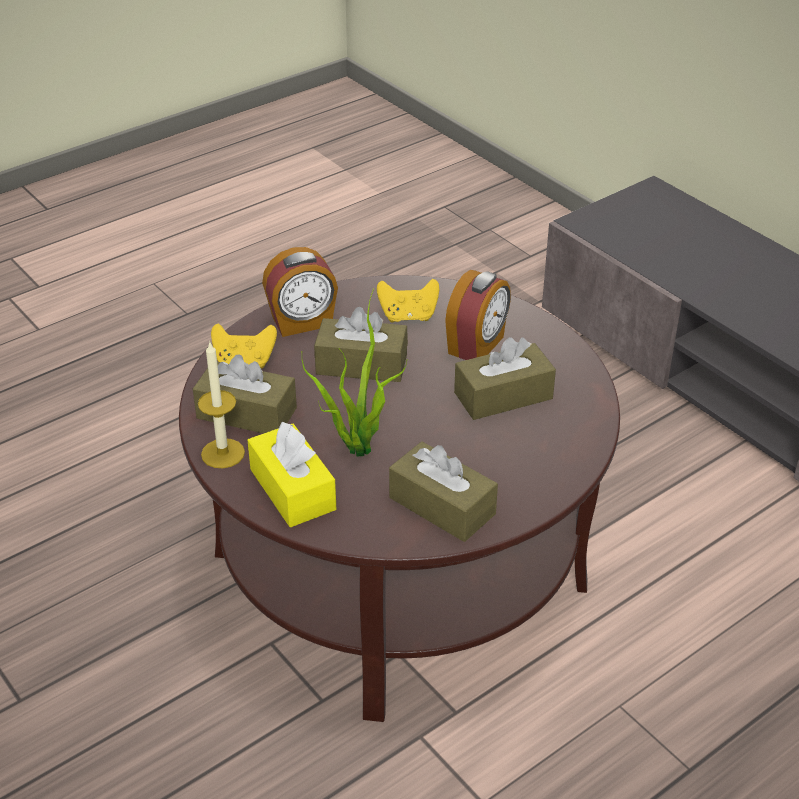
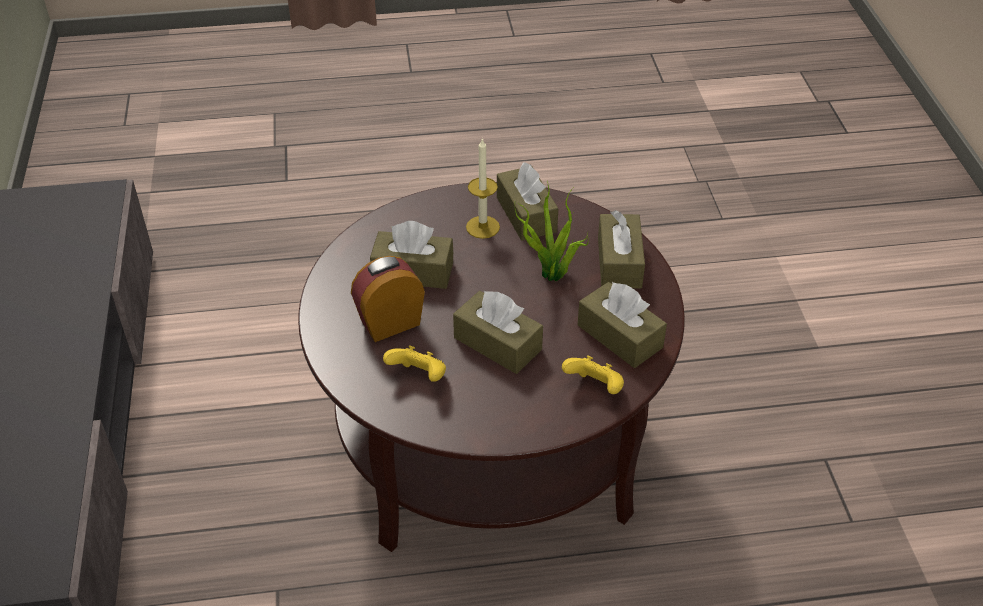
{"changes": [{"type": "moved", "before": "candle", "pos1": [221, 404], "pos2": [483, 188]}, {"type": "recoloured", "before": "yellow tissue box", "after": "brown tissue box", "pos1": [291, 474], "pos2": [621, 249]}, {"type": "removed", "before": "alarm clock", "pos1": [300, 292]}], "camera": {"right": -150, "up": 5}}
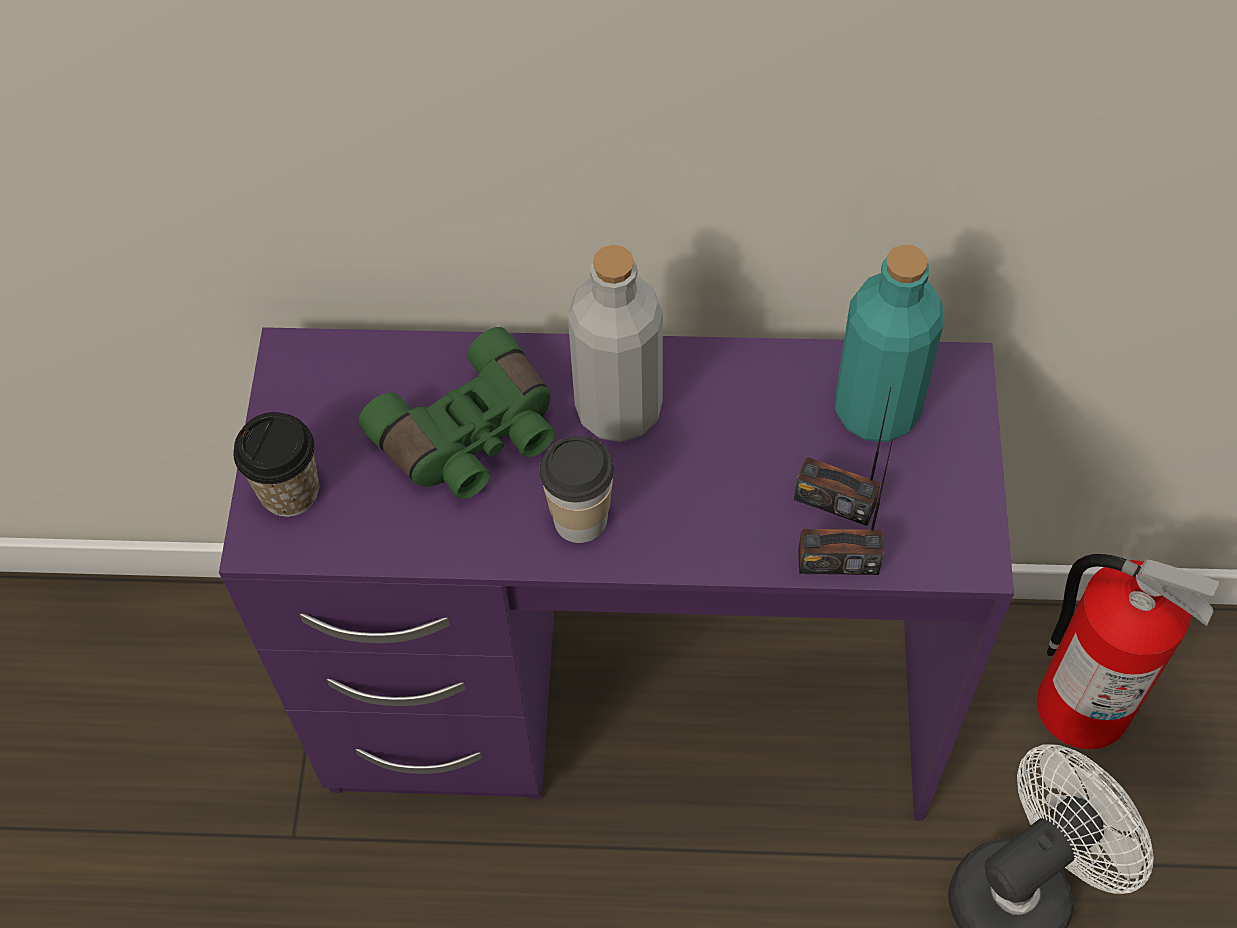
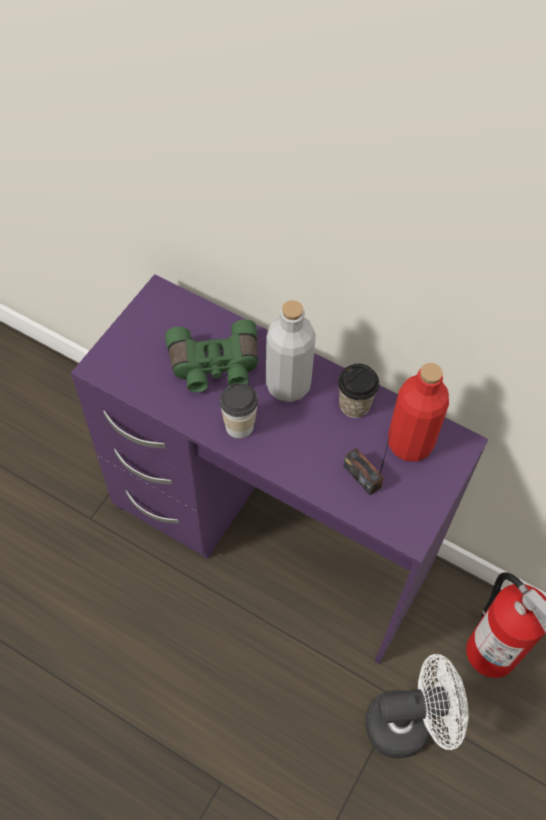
{"changes": [{"type": "moved", "before": "cup", "pos1": [276, 464], "pos2": [358, 391]}, {"type": "removed", "before": "radio", "pos1": [845, 507]}, {"type": "recoloured", "before": "turquoise bottle", "after": "red bottle", "pos1": [889, 343], "pos2": [418, 412]}], "camera": {"right": 25, "up": 0}}
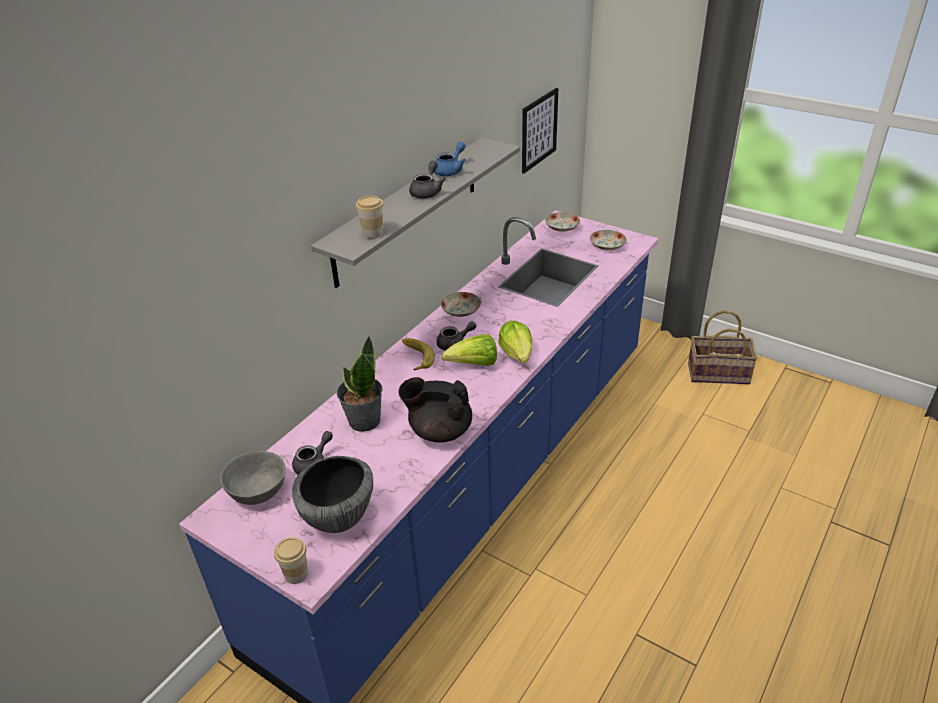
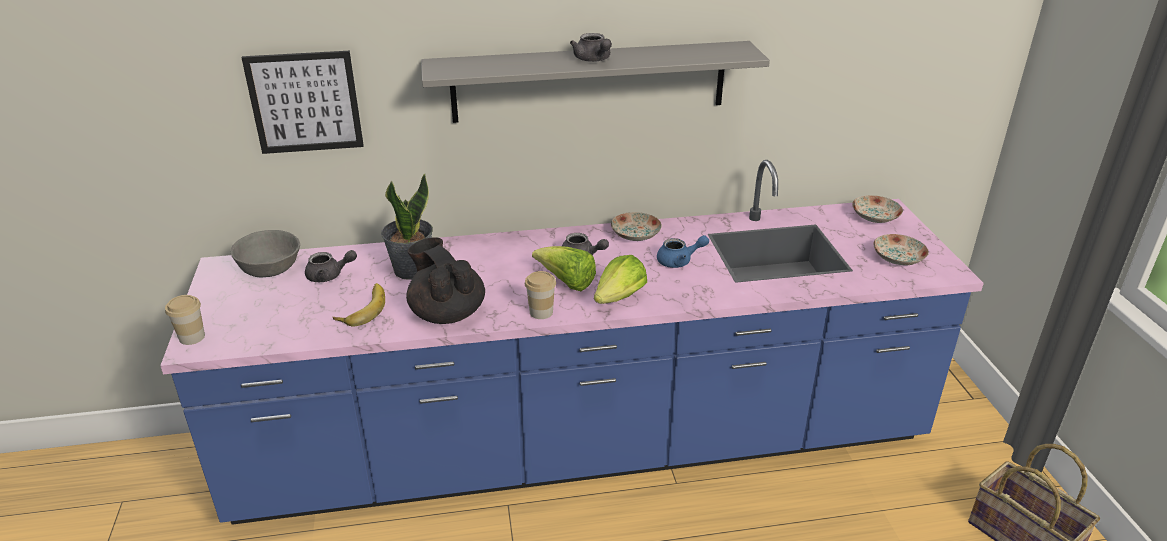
{"changes": [{"type": "removed", "before": "bowl", "pos1": [332, 494]}, {"type": "moved", "before": "cup", "pos1": [370, 217], "pos2": [540, 295]}, {"type": "moved", "before": "banana", "pos1": [418, 354], "pos2": [359, 305]}, {"type": "turned", "before": "grey teapot", "pos1": [427, 180], "pos2": [591, 47], "turn": 90}, {"type": "moved", "before": "blue teapot", "pos1": [450, 159], "pos2": [683, 251]}, {"type": "moved", "before": "picture", "pos1": [540, 131], "pos2": [303, 102]}], "camera": {"right": 45, "up": -5}}
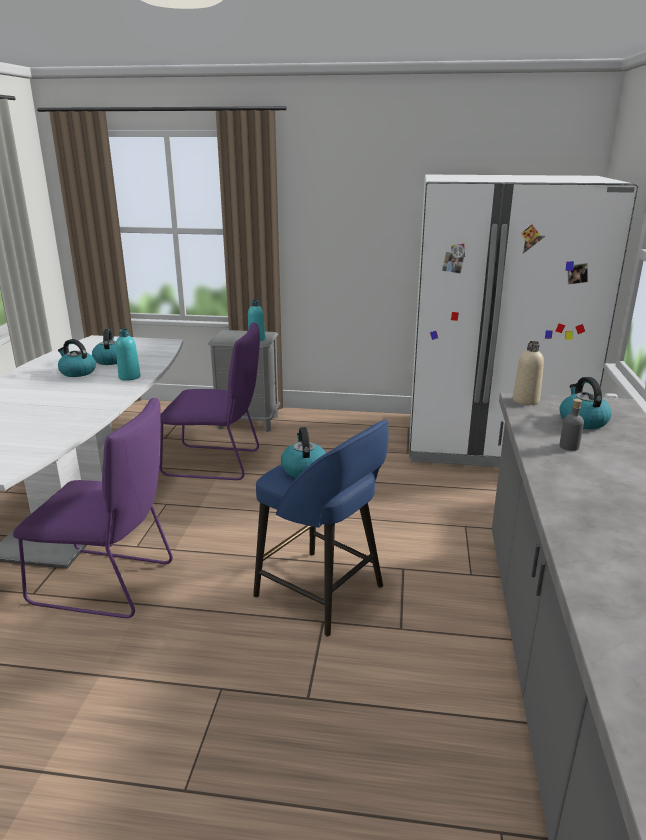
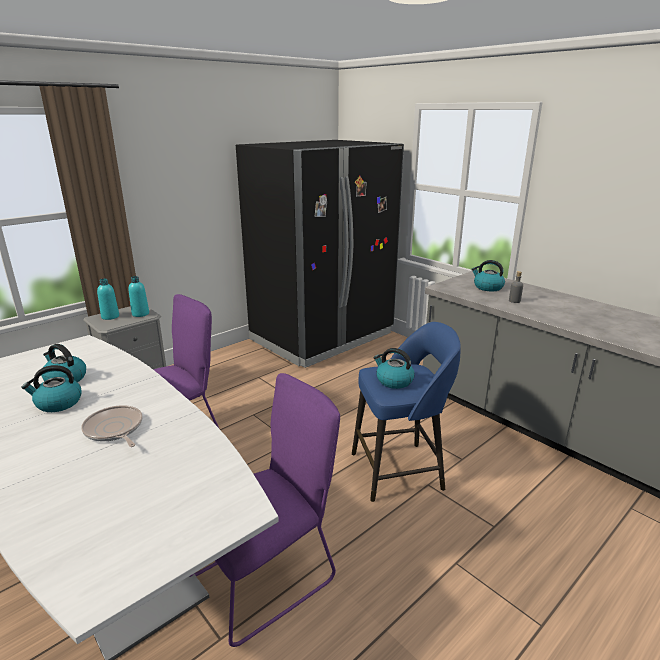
{"changes": [{"type": "moved", "before": "turquoise bottle", "pos1": [128, 355], "pos2": [108, 299]}, {"type": "recoloured", "before": "white fridge", "after": "black fridge", "pos1": [523, 321], "pos2": [320, 254]}, {"type": "removed", "before": "beige bottle", "pos1": [528, 373]}, {"type": "added", "after": "frying pan", "pos2": [112, 426]}], "camera": {"right": -50, "up": 0}}
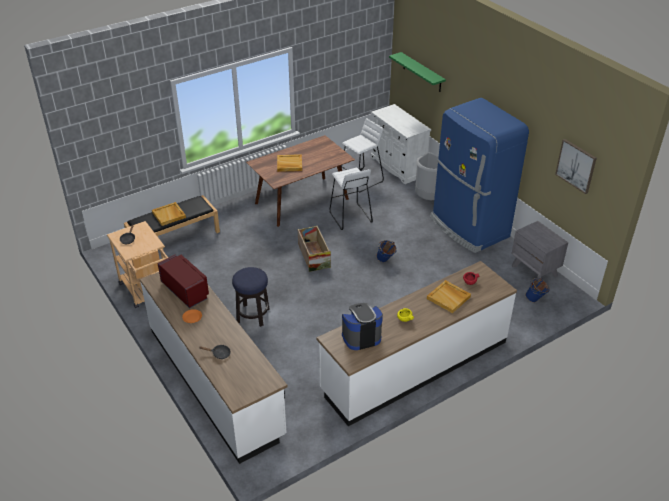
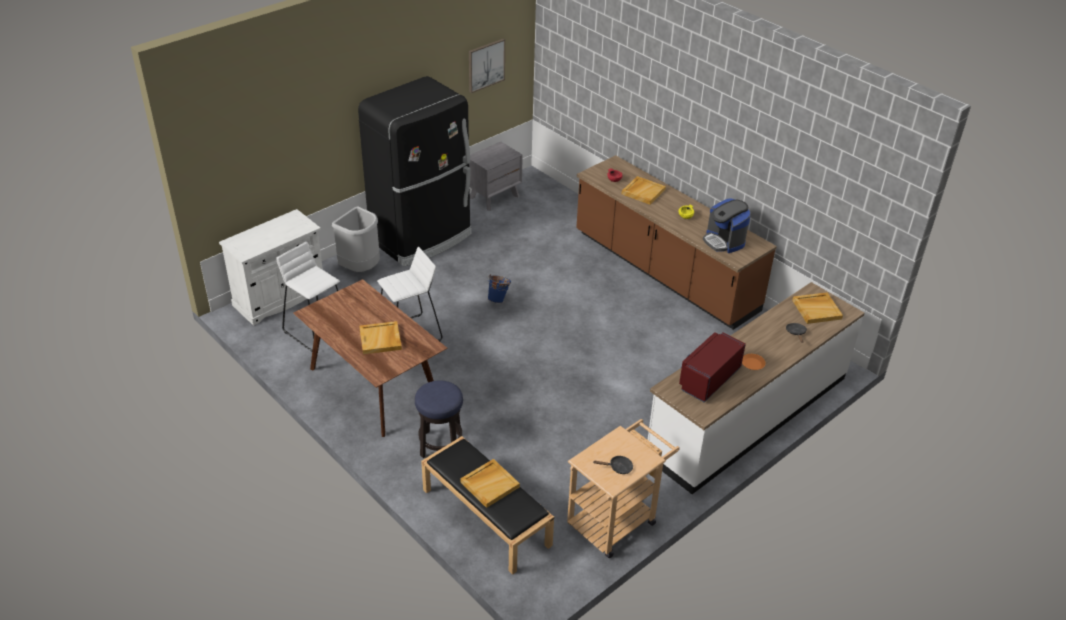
{"changes": [{"type": "moved", "before": "stool", "pos1": [251, 297], "pos2": [439, 419]}, {"type": "removed", "before": "crate", "pos1": [314, 249]}, {"type": "recoloured", "before": "white counter", "after": "brown counter", "pos1": [417, 343], "pos2": [676, 242]}, {"type": "removed", "before": "green shelf", "pos1": [417, 72]}, {"type": "recoloured", "before": "blue fridge", "after": "black fridge", "pos1": [480, 175], "pos2": [415, 171]}, {"type": "removed", "before": "blue bucket", "pos1": [537, 290]}, {"type": "added", "after": "beige tray", "pos2": [817, 308]}], "camera": {"right": -100, "up": 0}}
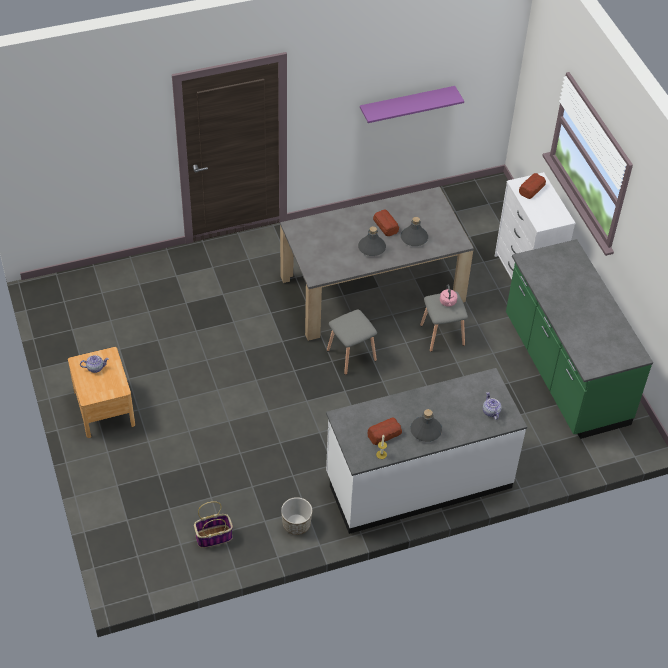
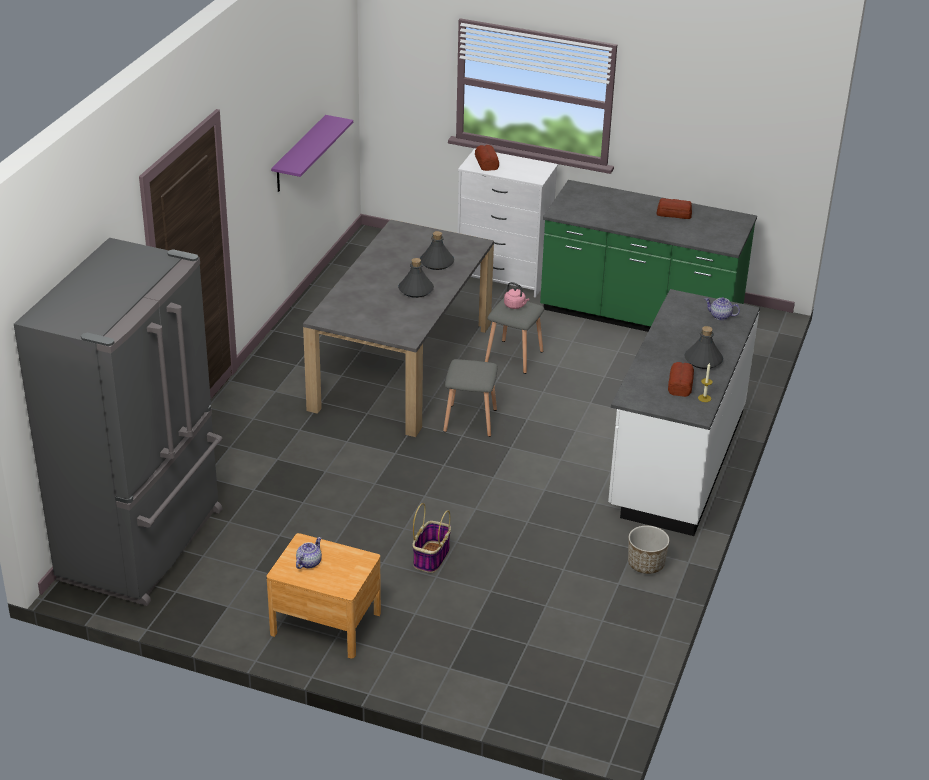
{"changes": [{"type": "moved", "before": "basket", "pos1": [213, 524], "pos2": [432, 538]}, {"type": "moved", "before": "bread", "pos1": [386, 223], "pos2": [674, 208]}, {"type": "added", "after": "grey fridge", "pos2": [118, 422]}], "camera": {"right": -50, "up": -15}}
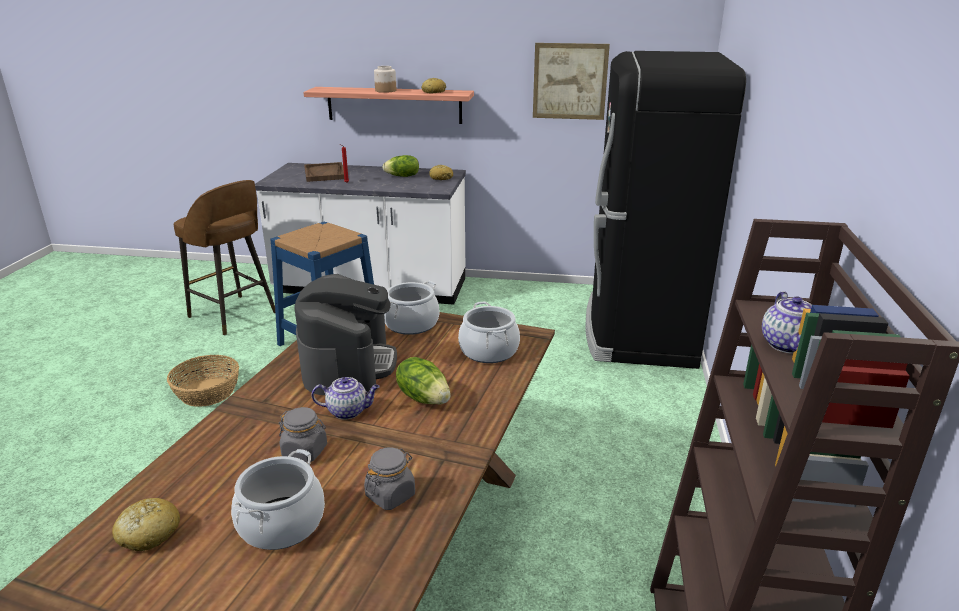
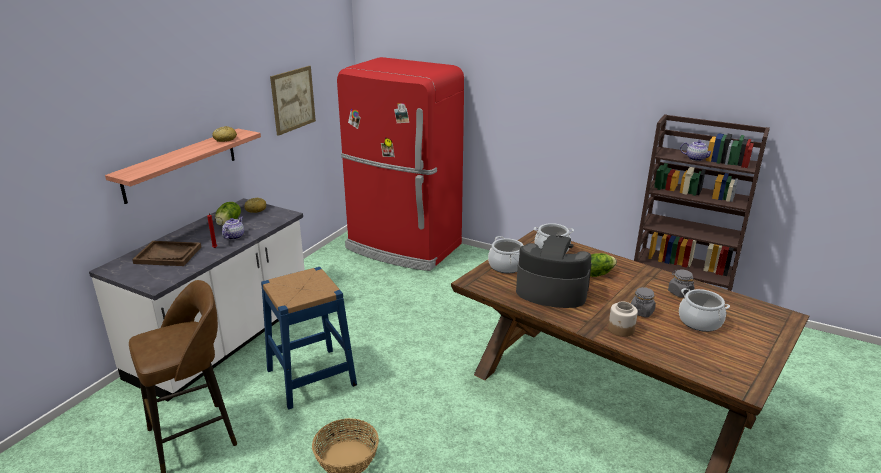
{"changes": [{"type": "removed", "before": "bread", "pos1": [146, 524]}, {"type": "moved", "before": "teapot", "pos1": [346, 398], "pos2": [233, 228]}, {"type": "moved", "before": "jar", "pos1": [385, 79], "pos2": [623, 319]}, {"type": "recoloured", "before": "black fridge", "after": "red fridge", "pos1": [665, 210], "pos2": [400, 164]}], "camera": {"right": -70, "up": 0}}
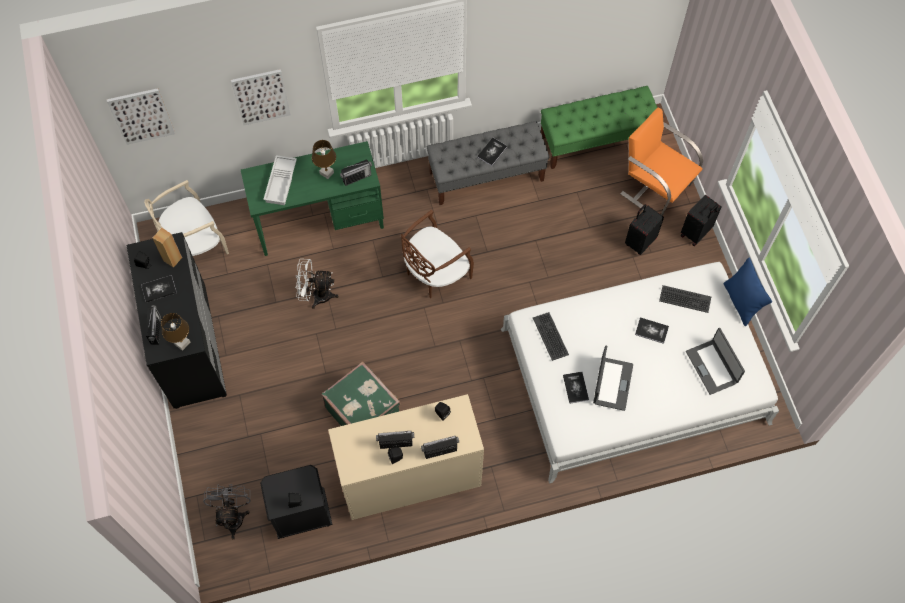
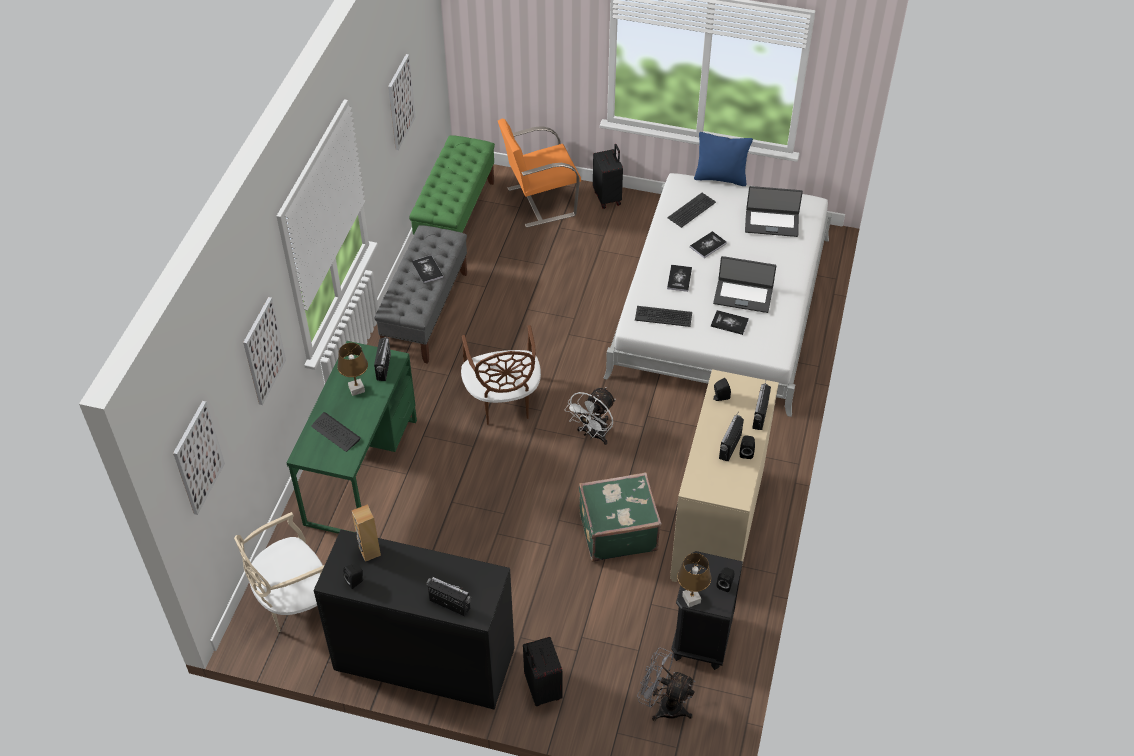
{"changes": [{"type": "moved", "before": "book", "pos1": [159, 289], "pos2": [679, 278]}, {"type": "turned", "before": "beige chair", "pos1": [186, 218], "pos2": [279, 572], "turn": 60}, {"type": "moved", "before": "brown table lamp", "pos1": [175, 332], "pos2": [694, 580]}, {"type": "replaced", "before": "white tray", "after": "keyboard", "pos1": [280, 180], "pos2": [336, 432]}, {"type": "moved", "before": "white fan", "pos1": [317, 284], "pos2": [590, 416]}, {"type": "turned", "before": "laptop", "pos1": [613, 378], "pos2": [744, 284], "turn": 150}, {"type": "moved", "before": "black suitcase", "pos1": [644, 229], "pos2": [543, 671]}, {"type": "added", "after": "picture", "pos2": [402, 102]}], "camera": {"right": -60, "up": -15}}
